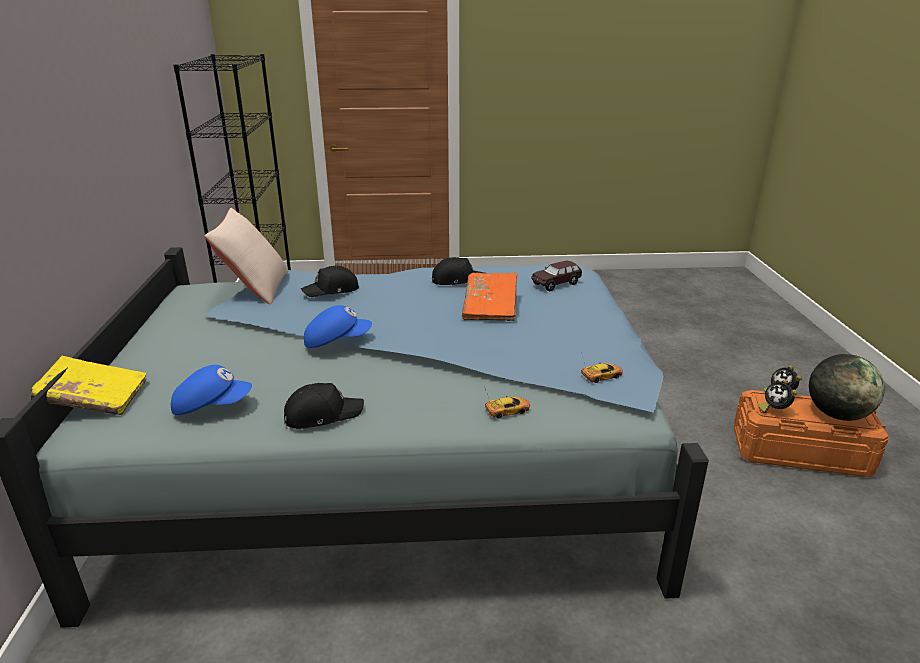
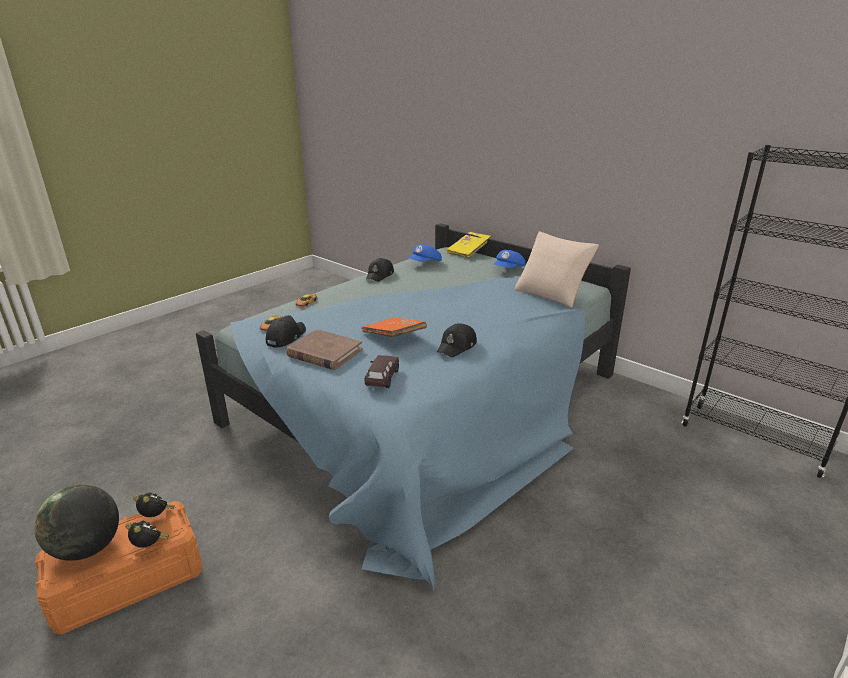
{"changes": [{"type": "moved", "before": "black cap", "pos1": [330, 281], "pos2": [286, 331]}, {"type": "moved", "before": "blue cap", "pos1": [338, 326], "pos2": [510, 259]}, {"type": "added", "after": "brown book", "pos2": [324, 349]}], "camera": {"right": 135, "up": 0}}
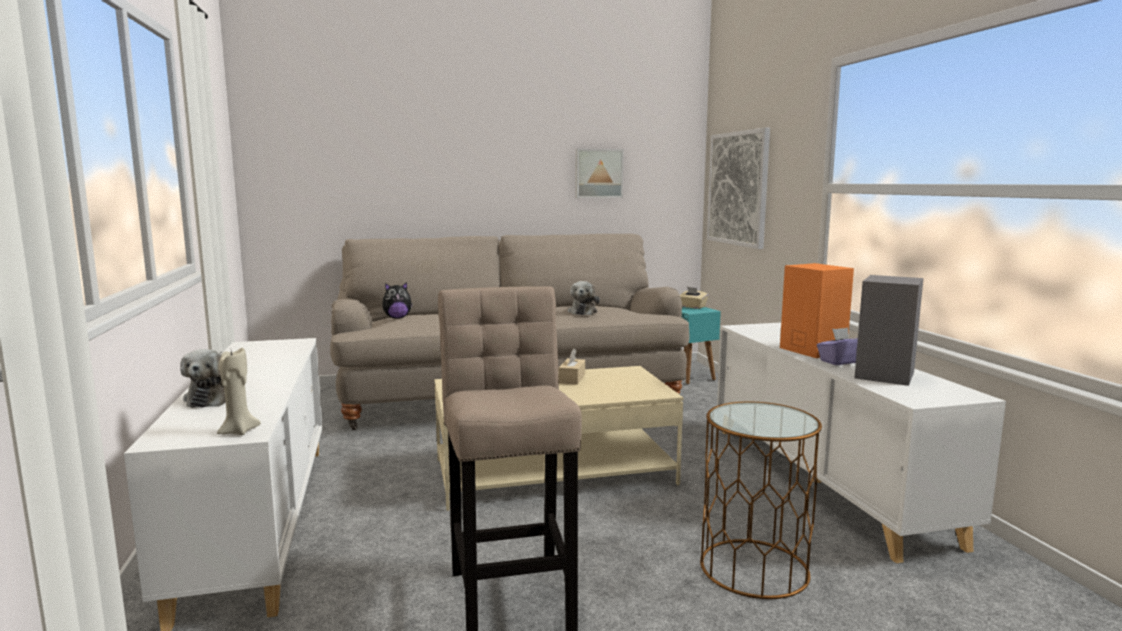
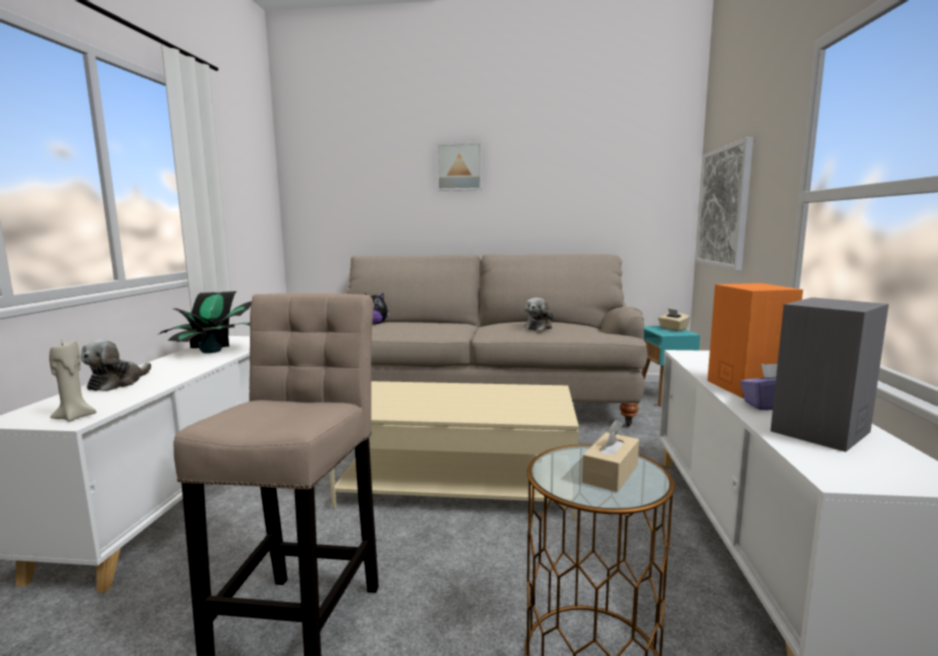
{"changes": [{"type": "moved", "before": "beige tissue box", "pos1": [572, 367], "pos2": [610, 456]}, {"type": "moved", "before": "picture", "pos1": [599, 173], "pos2": [459, 167]}, {"type": "added", "after": "potted plant", "pos2": [205, 322]}], "camera": {"right": 20, "up": 0}}
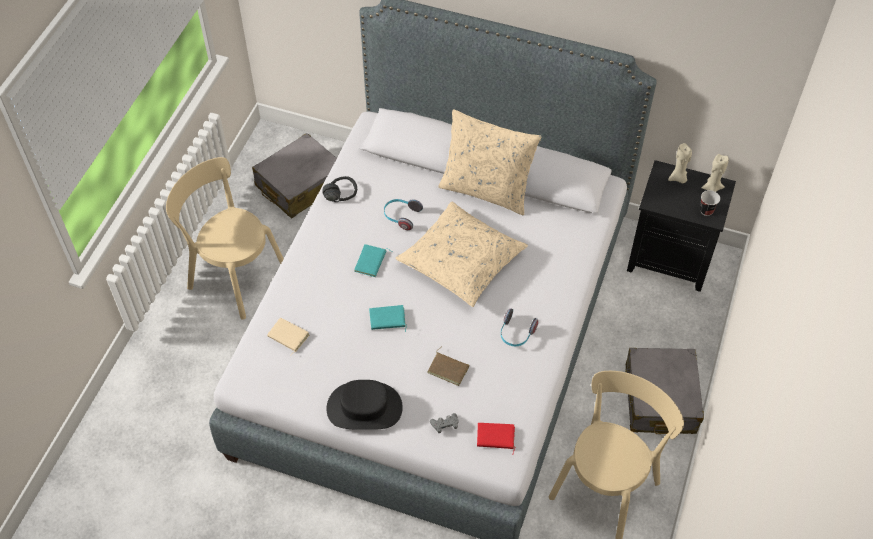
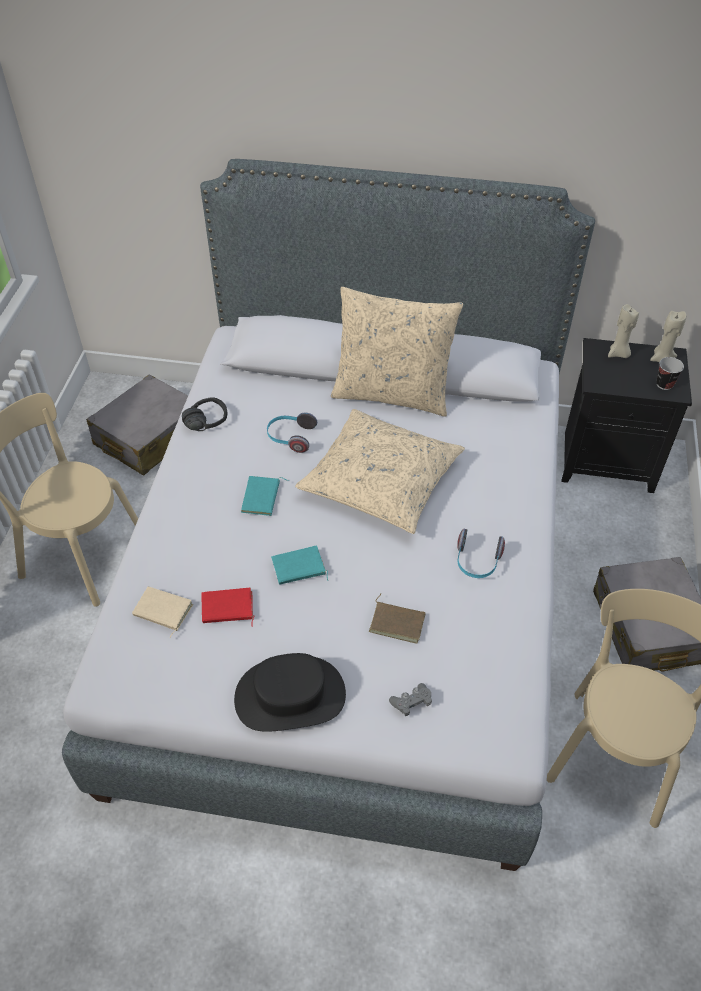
{"changes": [{"type": "moved", "before": "red book", "pos1": [496, 438], "pos2": [227, 607]}], "camera": {"right": -10, "up": -5}}
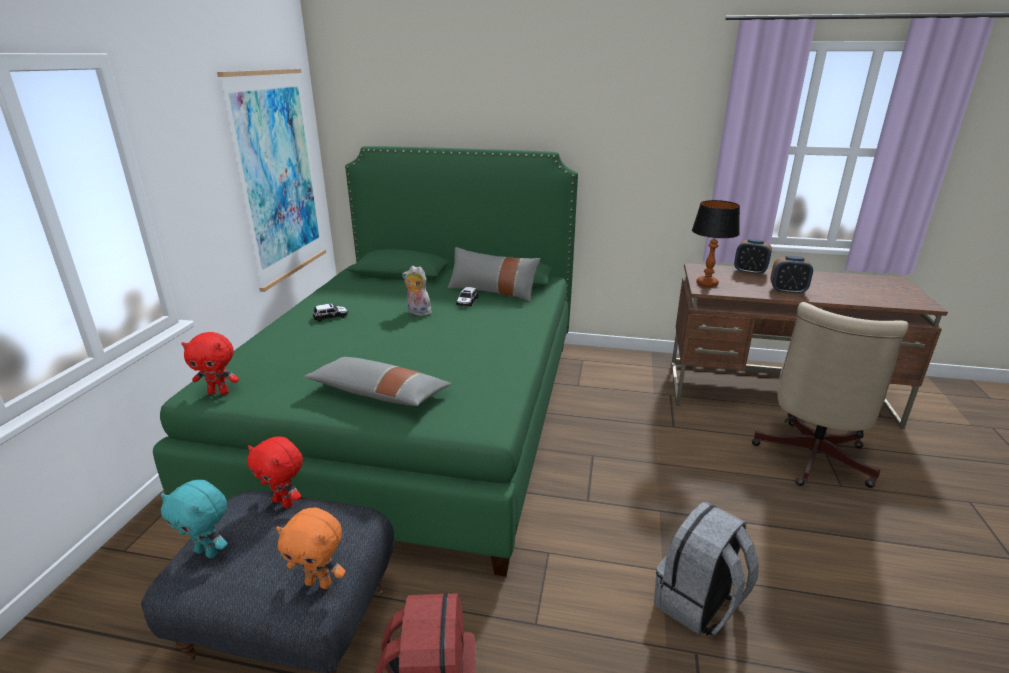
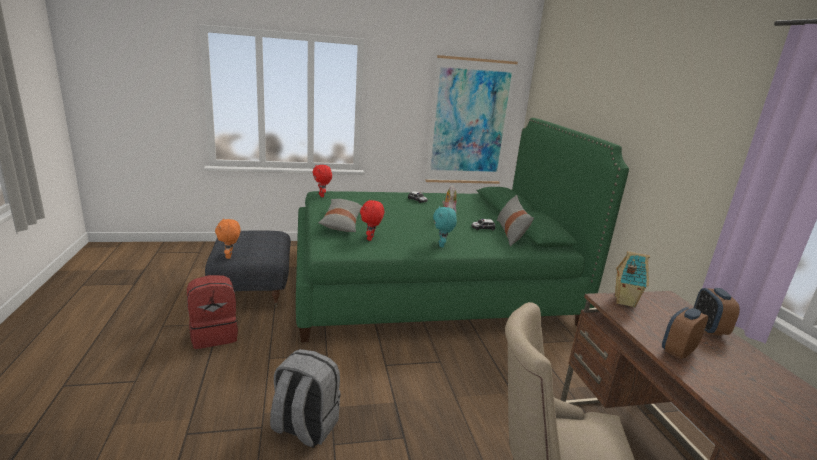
{"changes": [{"type": "moved", "before": "turquoise plush toy", "pos1": [194, 519], "pos2": [445, 226]}, {"type": "moved", "before": "red plush toy", "pos1": [275, 472], "pos2": [372, 220]}, {"type": "replaced", "before": "table lamp", "after": "toy house", "pos1": [716, 243], "pos2": [632, 279]}, {"type": "turned", "before": "alarm clock", "pos1": [791, 275], "pos2": [685, 333], "turn": 60}], "camera": {"right": 65, "up": -5}}
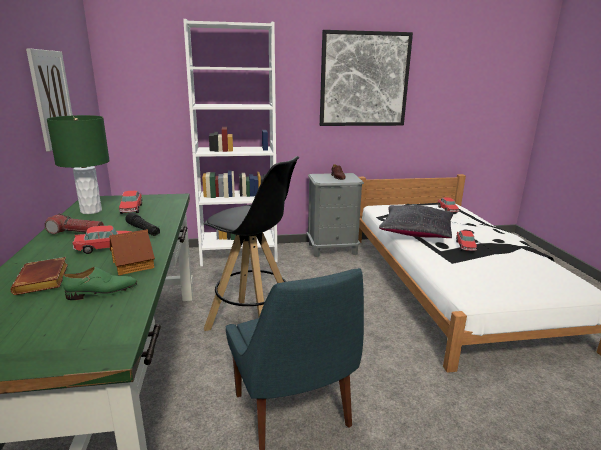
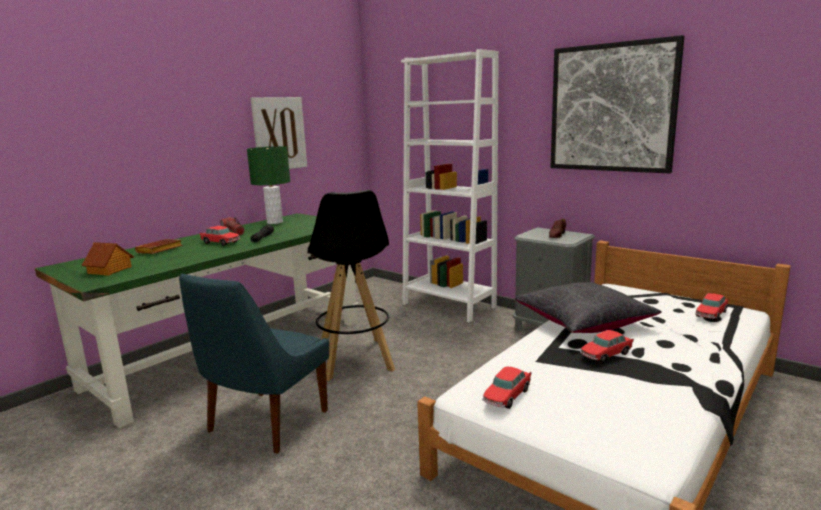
{"changes": [{"type": "removed", "before": "green shoe", "pos1": [100, 283]}, {"type": "moved", "before": "toy house", "pos1": [132, 252], "pos2": [108, 259]}, {"type": "moved", "before": "toy car", "pos1": [130, 202], "pos2": [506, 387]}], "camera": {"right": 50, "up": -5}}
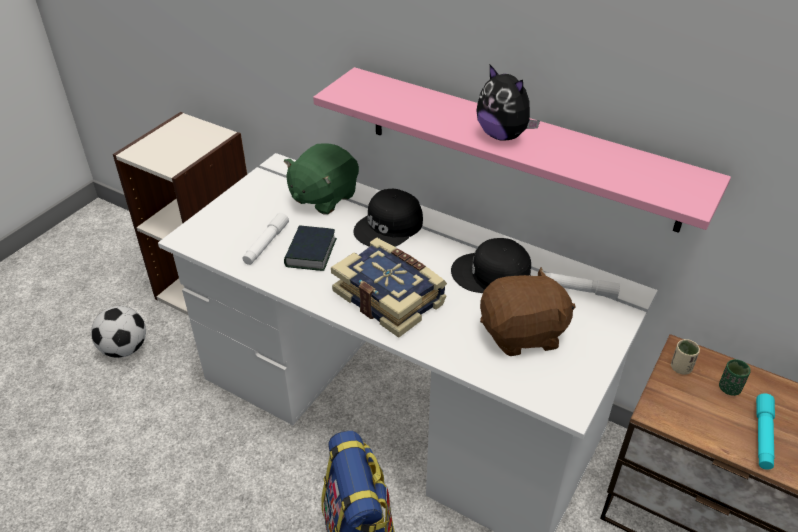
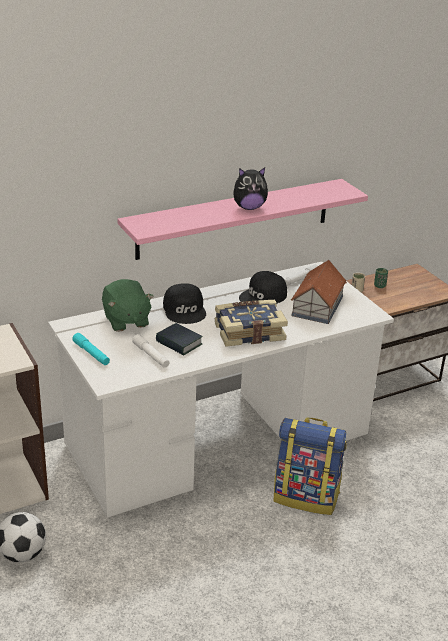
{"changes": [{"type": "replaced", "before": "brown plush toy", "after": "toy house", "pos1": [528, 311], "pos2": [319, 292]}, {"type": "moved", "before": "turquoise flashlight", "pos1": [765, 431], "pos2": [91, 349]}], "camera": {"right": -60, "up": -10}}
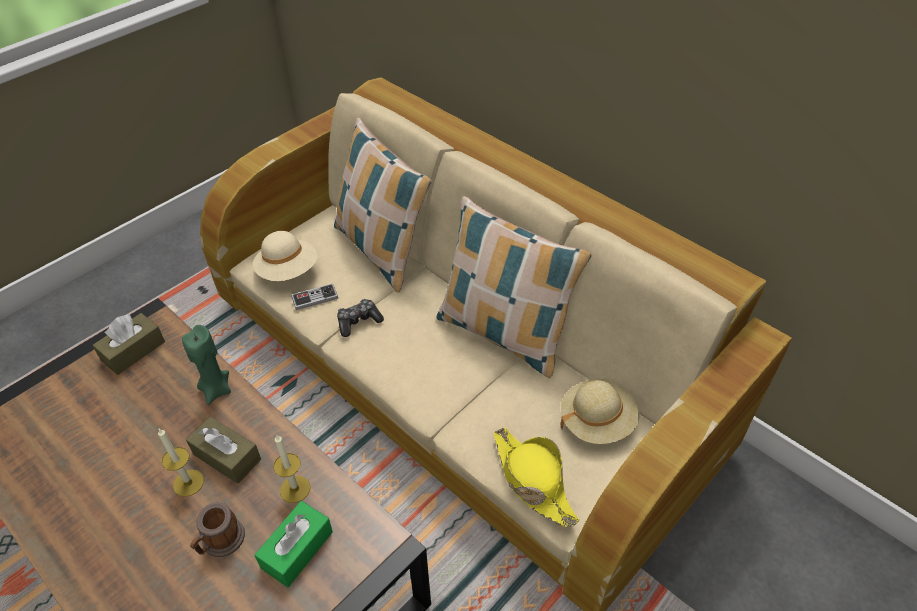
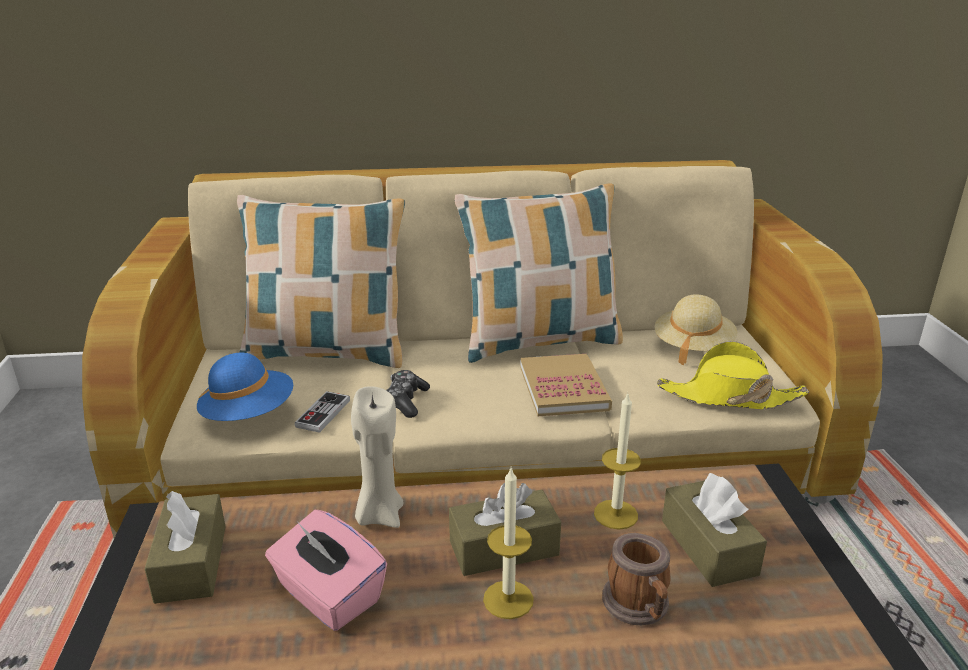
{"changes": [{"type": "recoloured", "before": "green candle", "after": "beige candle", "pos1": [206, 365], "pos2": [377, 457]}, {"type": "recoloured", "before": "beige hat", "after": "blue hat", "pos1": [285, 256], "pos2": [245, 387]}, {"type": "recoloured", "before": "green tissue box", "after": "brown tissue box", "pos1": [293, 544], "pos2": [714, 530]}, {"type": "added", "after": "pink tissue box", "pos2": [326, 570]}, {"type": "added", "after": "book", "pos2": [566, 385]}], "camera": {"right": -50, "up": -20}}
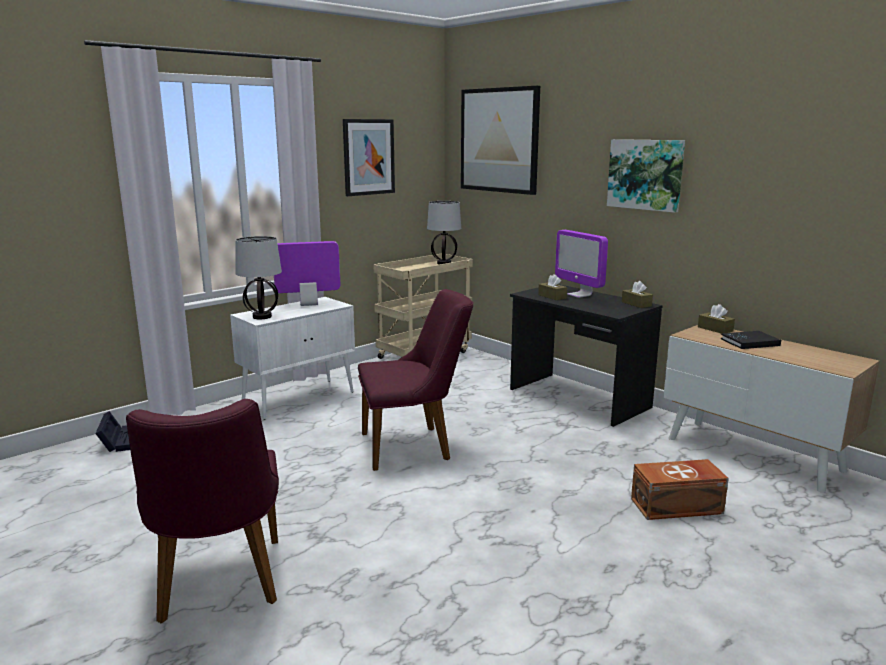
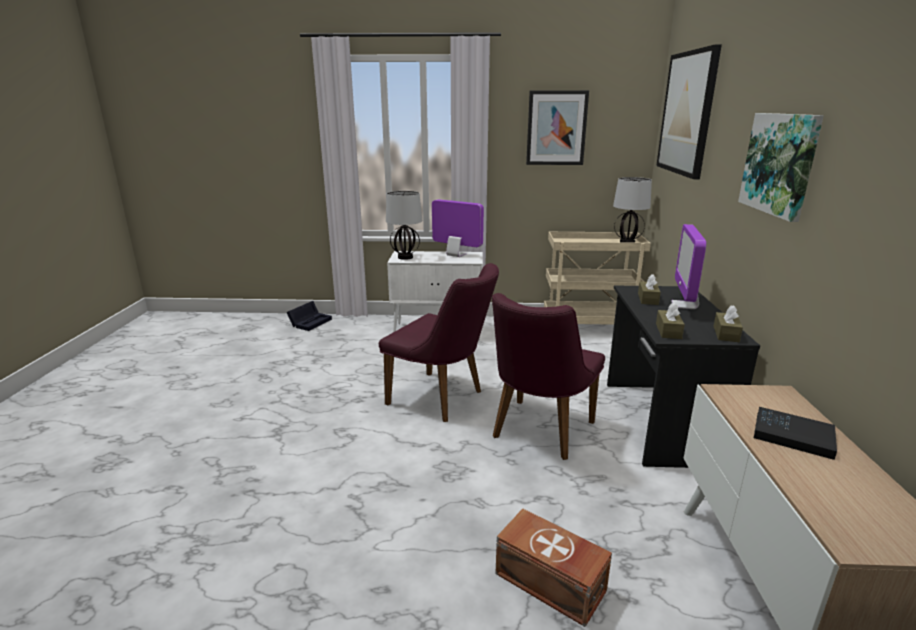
{"changes": [{"type": "moved", "before": "purple chair", "pos1": [202, 511], "pos2": [548, 376]}, {"type": "moved", "before": "brown tissue box", "pos1": [716, 319], "pos2": [670, 321]}], "camera": {"right": 45, "up": 5}}
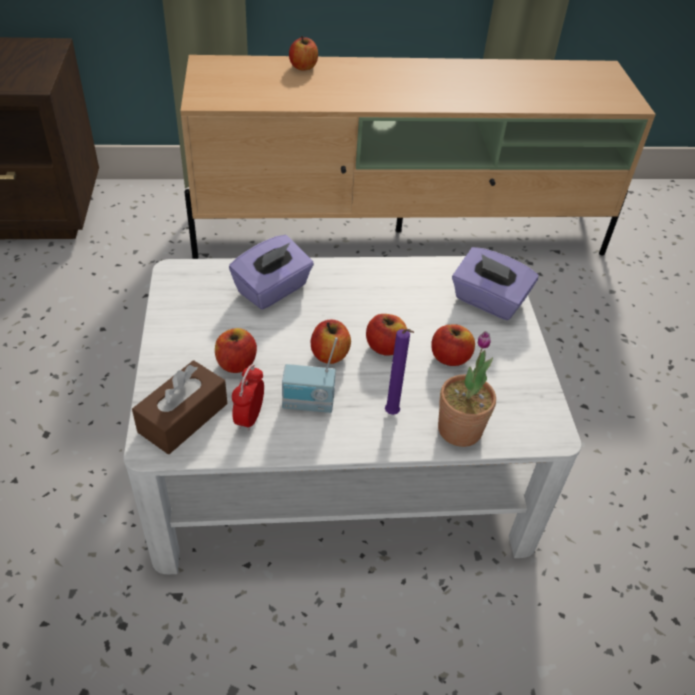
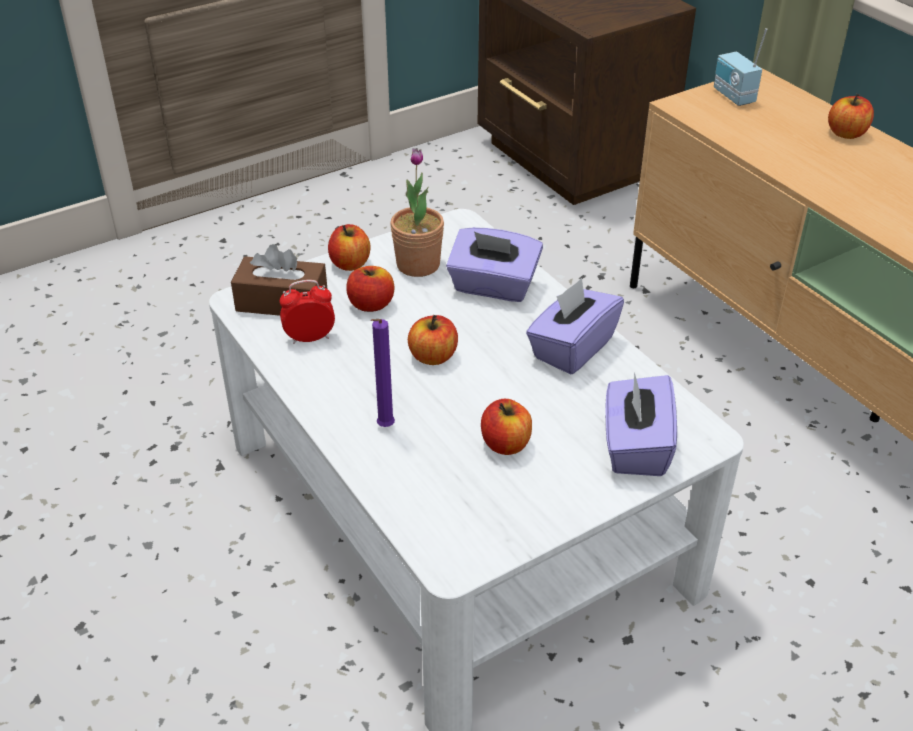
{"changes": [{"type": "moved", "before": "radio", "pos1": [310, 375], "pos2": [740, 67]}, {"type": "moved", "before": "apple", "pos1": [386, 335], "pos2": [349, 247]}, {"type": "moved", "before": "potted plant", "pos1": [467, 389], "pos2": [417, 212]}, {"type": "added", "after": "purple tissue box", "pos2": [575, 326]}], "camera": {"right": 65, "up": -5}}
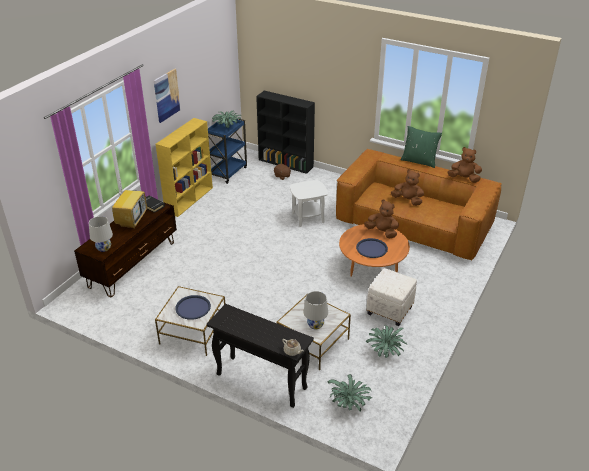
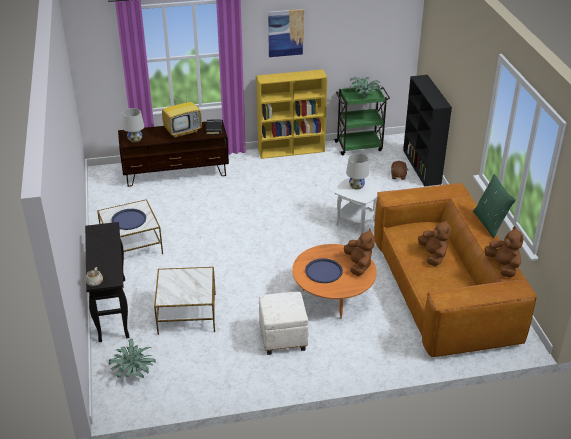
{"changes": [{"type": "recoloured", "before": "blue cart", "after": "green cart", "pos1": [227, 150], "pos2": [361, 120]}, {"type": "moved", "before": "white table lamp", "pos1": [316, 310], "pos2": [357, 171]}, {"type": "removed", "before": "potted plant", "pos1": [386, 341]}], "camera": {"right": 50, "up": 0}}
